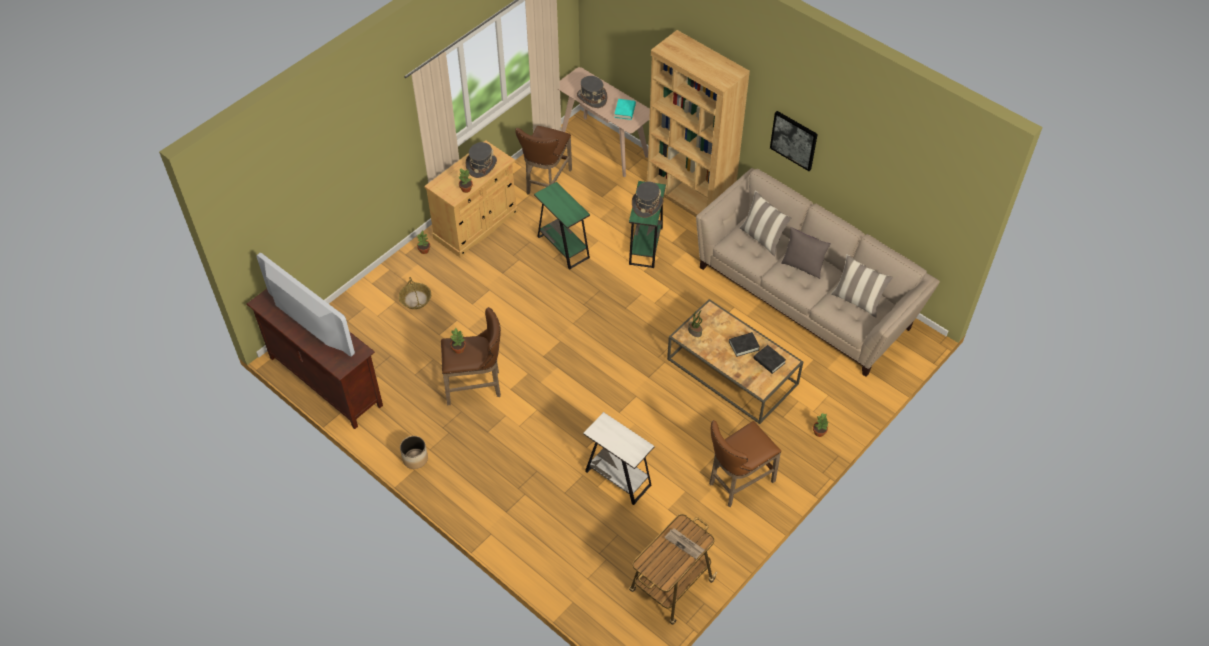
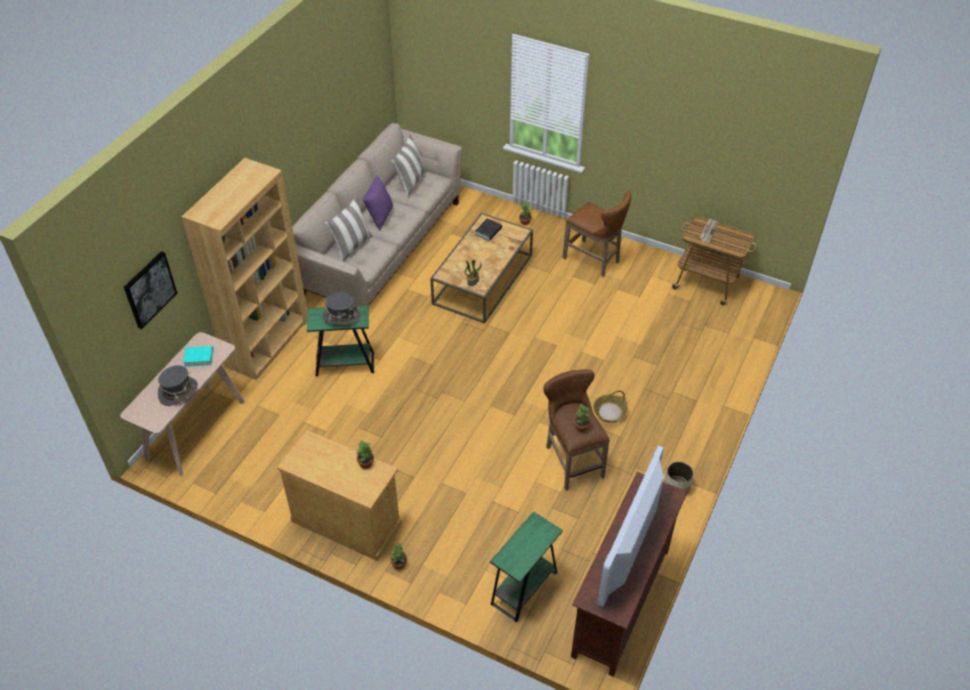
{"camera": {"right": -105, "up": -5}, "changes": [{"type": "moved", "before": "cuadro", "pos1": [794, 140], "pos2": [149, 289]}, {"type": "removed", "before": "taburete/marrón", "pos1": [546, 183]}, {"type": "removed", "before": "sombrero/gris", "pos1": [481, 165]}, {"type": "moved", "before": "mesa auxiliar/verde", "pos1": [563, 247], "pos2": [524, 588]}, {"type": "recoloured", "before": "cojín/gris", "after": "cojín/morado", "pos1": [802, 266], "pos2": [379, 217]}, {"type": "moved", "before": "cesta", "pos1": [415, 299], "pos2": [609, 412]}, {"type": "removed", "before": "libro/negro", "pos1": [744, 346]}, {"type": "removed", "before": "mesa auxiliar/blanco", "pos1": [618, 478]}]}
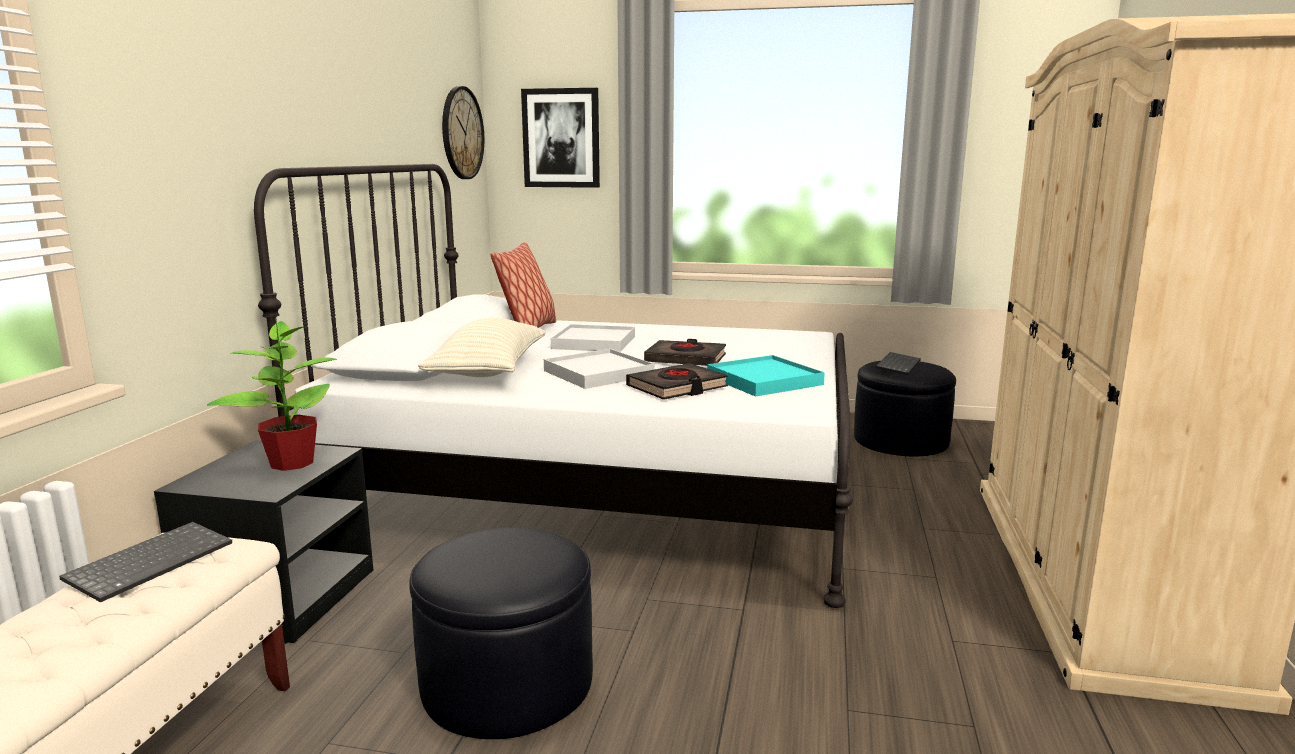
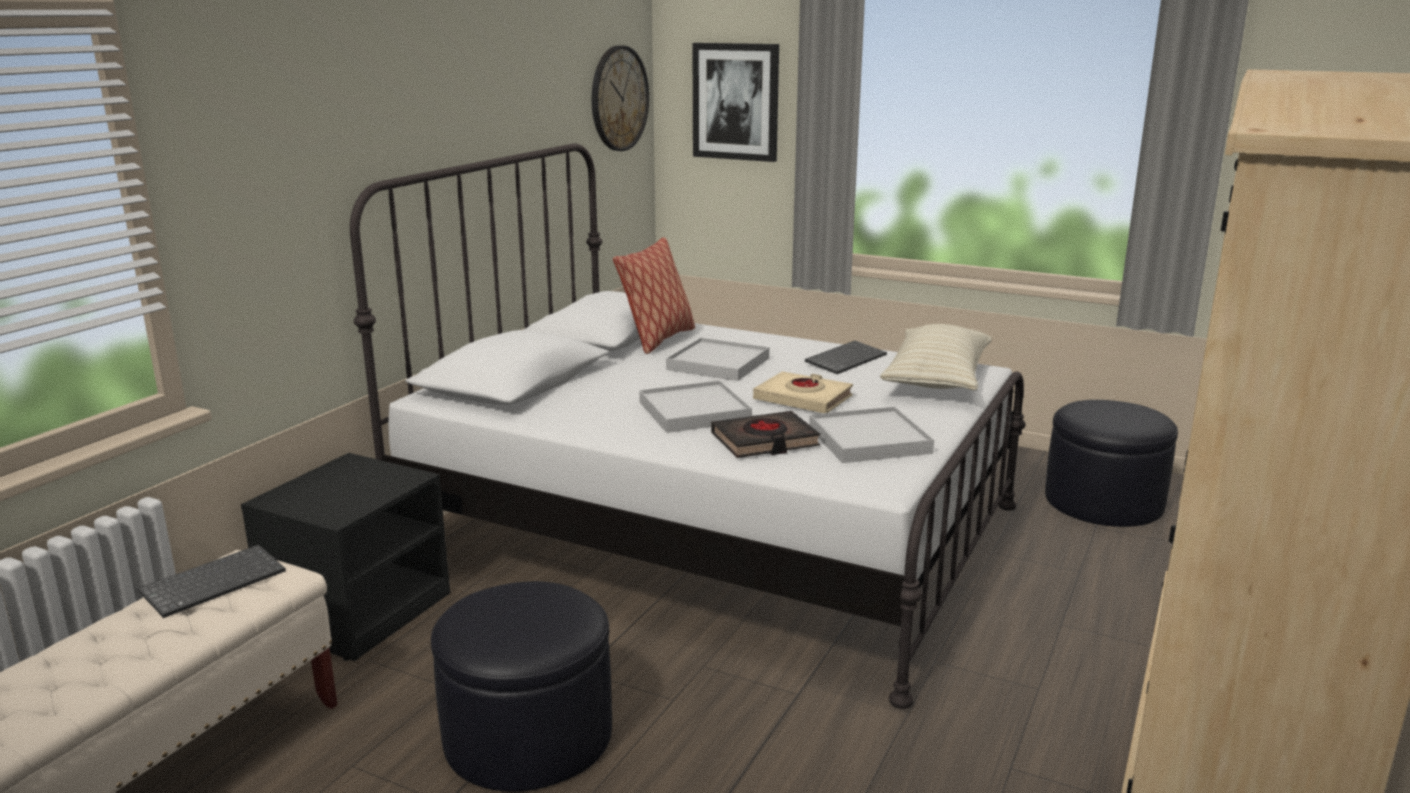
{"camera": {"right": 15, "up": 5}, "changes": [{"type": "removed", "before": "planta en maceta", "pos1": [291, 462]}, {"type": "moved", "before": "cojín/beis", "pos1": [488, 371], "pos2": [937, 380]}, {"type": "recoloured", "before": "libro/negro", "after": "libro/beis", "pos1": [686, 359], "pos2": [803, 399]}, {"type": "moved", "before": "teclado", "pos1": [897, 365], "pos2": [845, 359]}, {"type": "recoloured", "before": "bandeja/turquesa", "after": "bandeja/blanco", "pos1": [764, 380], "pos2": [868, 440]}]}
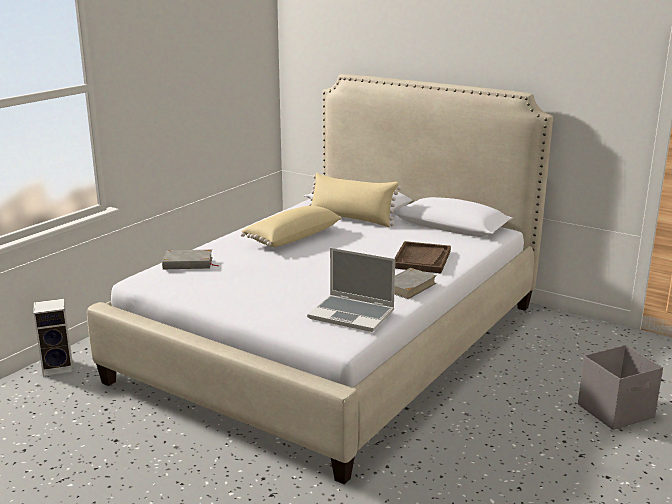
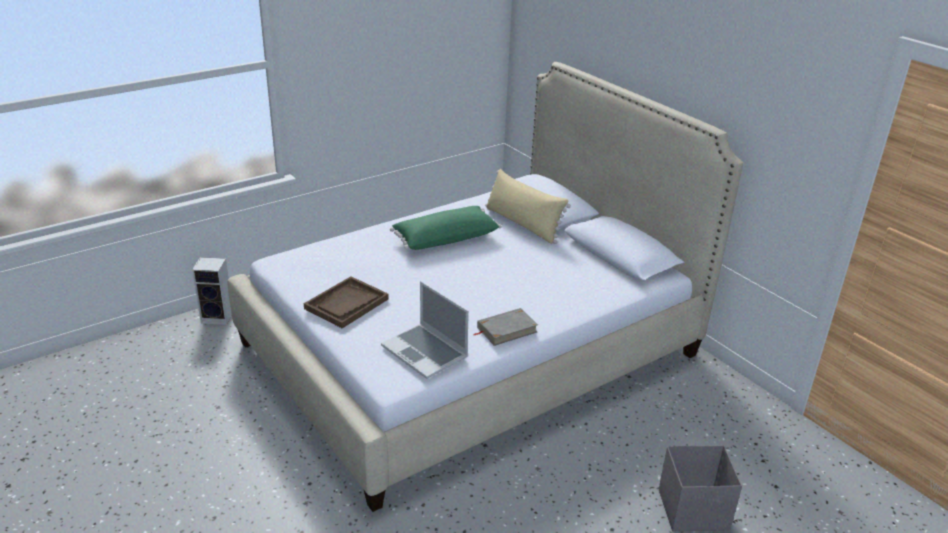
{"camera": {"right": 20, "up": 10}, "changes": [{"type": "recoloured", "before": "cojín/beis", "after": "cojín/verde", "pos1": [291, 237], "pos2": [445, 238]}, {"type": "moved", "before": "bandeja/marrón", "pos1": [422, 259], "pos2": [346, 304]}, {"type": "removed", "before": "libro/gris", "pos1": [188, 263]}]}
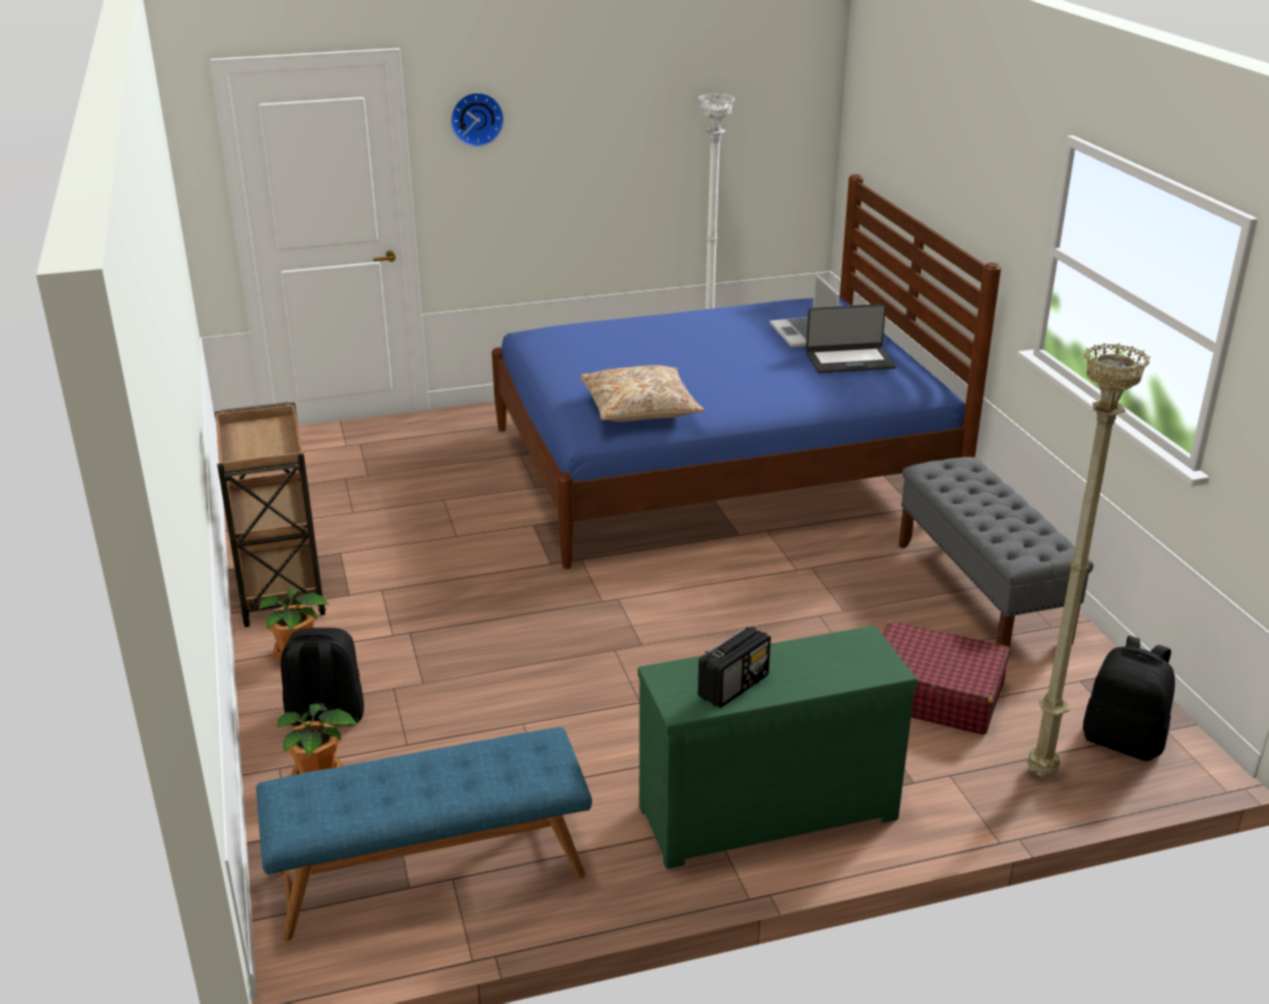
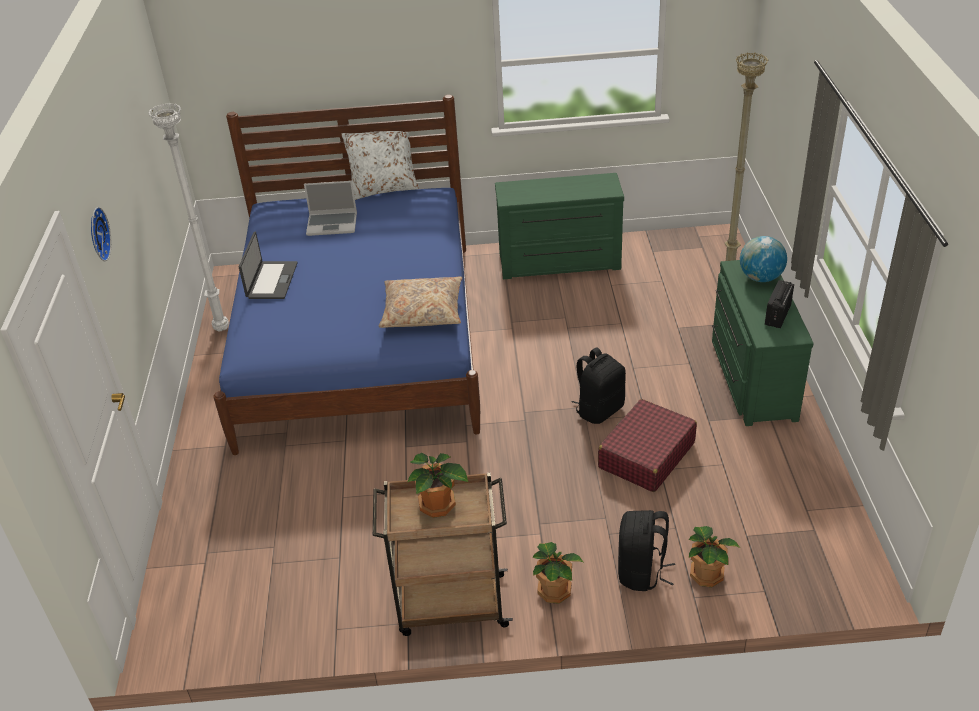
{"camera": {"right": -75, "up": 10}, "changes": [{"type": "moved", "before": "portátil", "pos1": [849, 360], "pos2": [271, 281]}, {"type": "replaced", "before": "banco/gris", "after": "cómoda/verde", "pos1": [981, 592], "pos2": [560, 263]}, {"type": "moved", "before": "maleta/rojo", "pos1": [932, 694], "pos2": [646, 455]}, {"type": "turned", "before": "radio", "pos1": [734, 686], "pos2": [777, 315], "turn": -120}, {"type": "moved", "before": "mochila/negro", "pos1": [1123, 741], "pos2": [599, 409]}, {"type": "removed", "before": "banco/azul", "pos1": [430, 874]}, {"type": "added", "after": "cojín/blanco", "pos2": [384, 189]}, {"type": "added", "after": "globo terráqueo", "pos2": [760, 277]}, {"type": "added", "after": "planta en maceta", "pos2": [438, 506]}]}
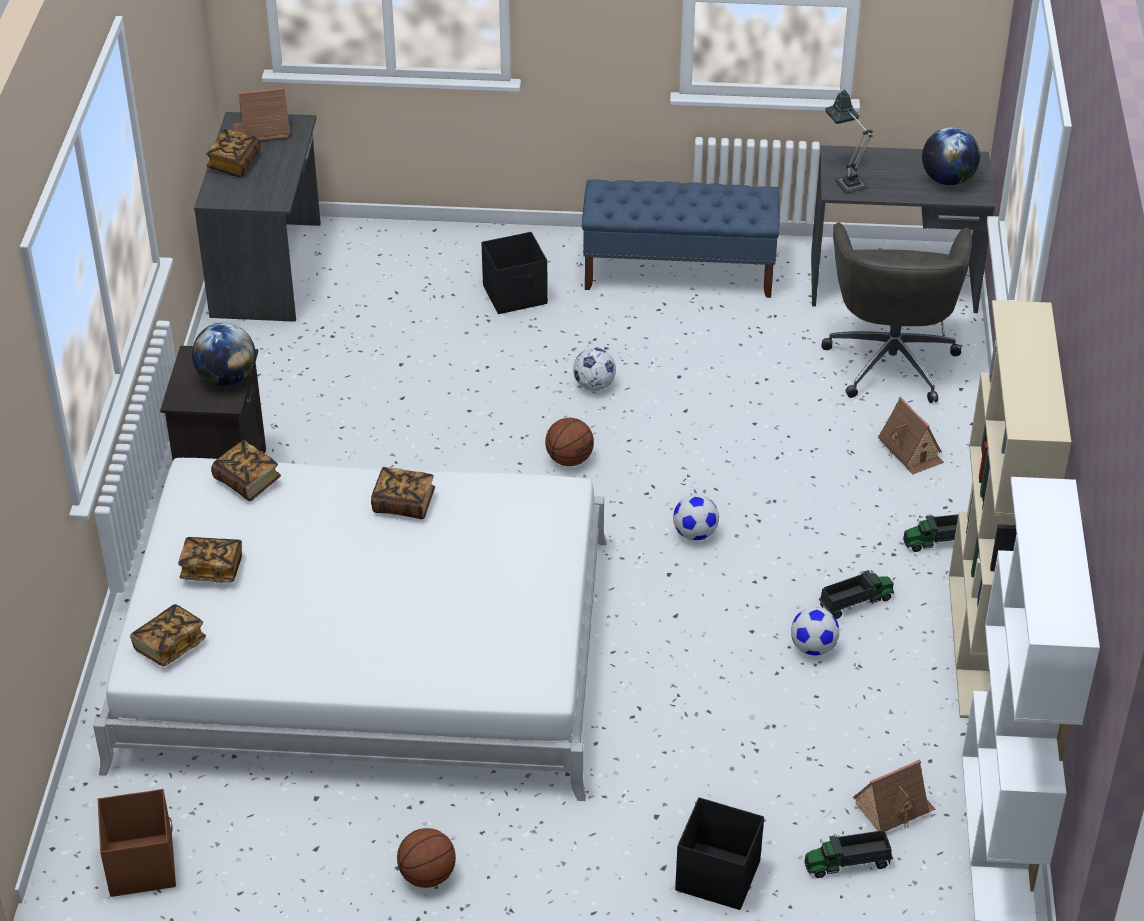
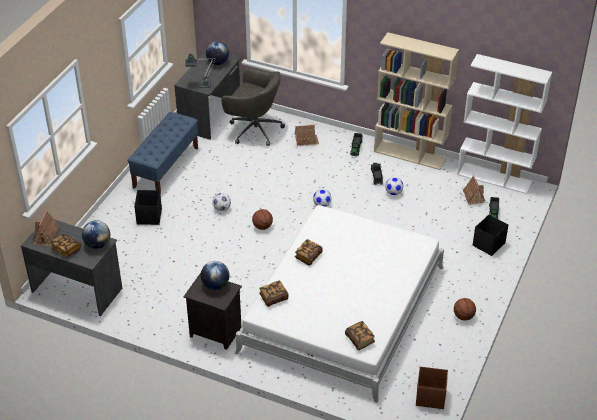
{"camera": {"right": -70, "up": 0}, "changes": [{"type": "removed", "before": "libro", "pos1": [212, 569]}, {"type": "added", "after": "globo terráqueo", "pos2": [97, 244]}]}
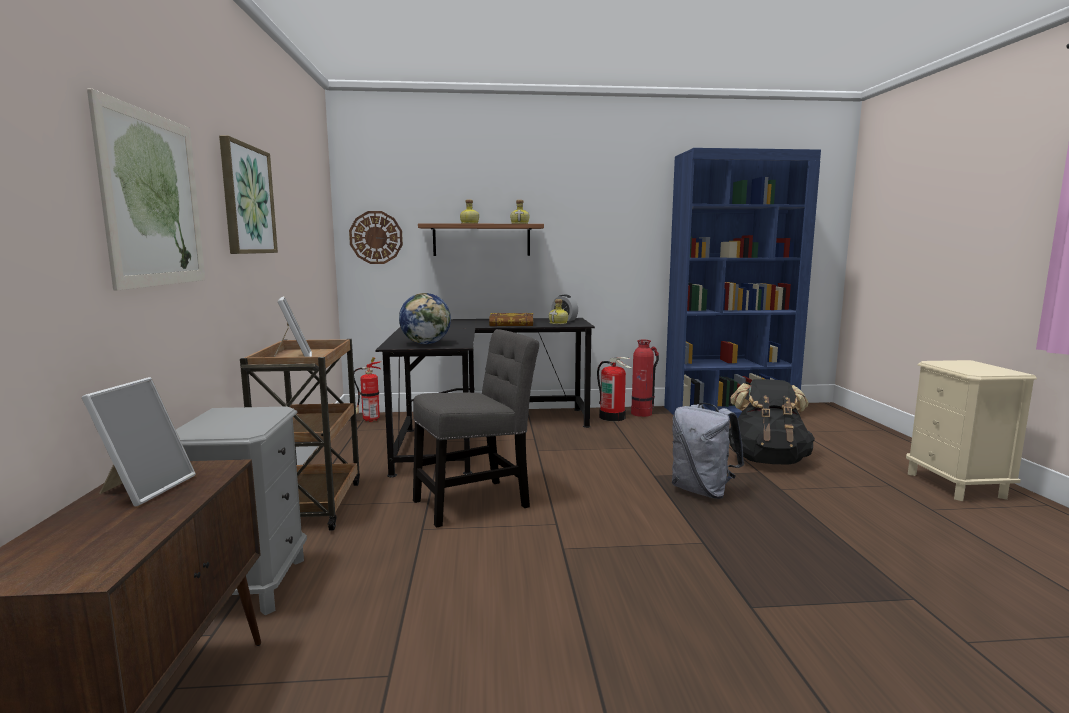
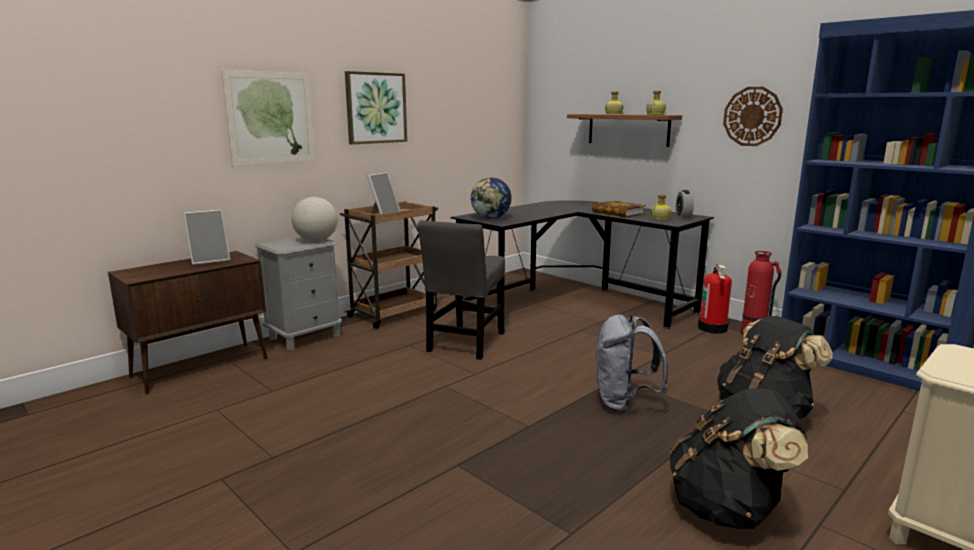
{"camera": {"right": 50, "up": 5}, "changes": [{"type": "moved", "before": "reloj de pared", "pos1": [376, 237], "pos2": [752, 116]}, {"type": "turned", "before": "silla/gris", "pos1": [476, 502], "pos2": [465, 344], "turn": 90}, {"type": "removed", "before": "extintor", "pos1": [369, 420]}, {"type": "added", "after": "globo terráqueo", "pos2": [316, 240]}, {"type": "added", "after": "mochila/negro", "pos2": [728, 509]}]}
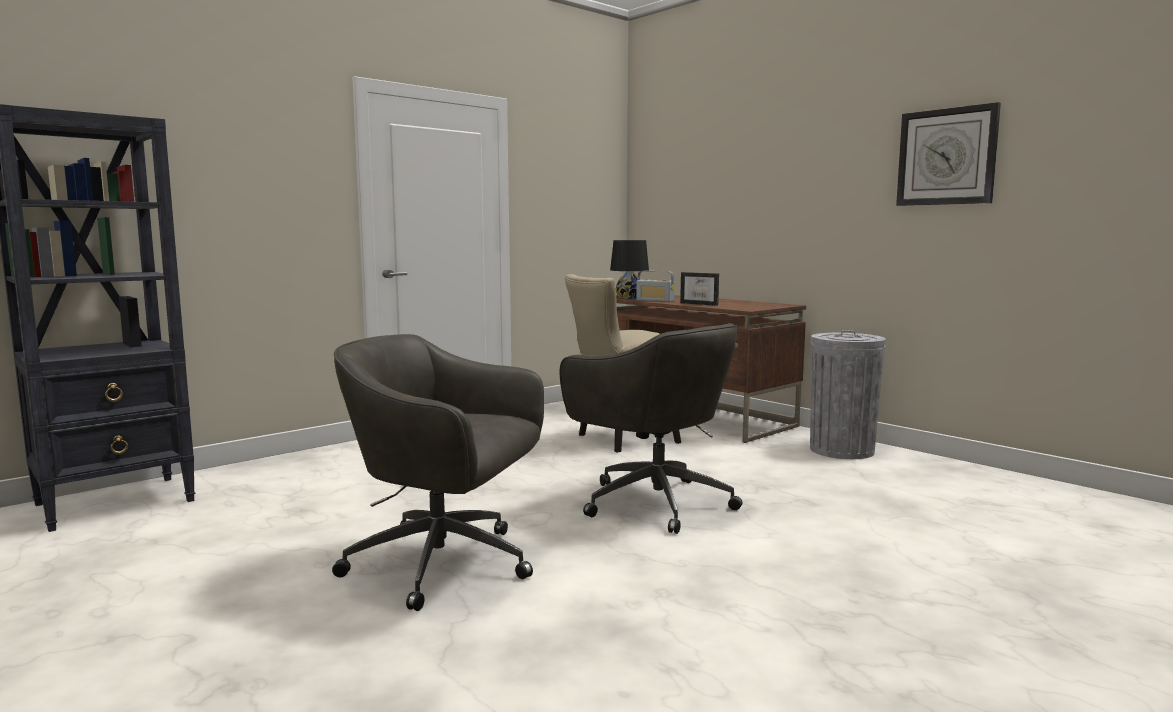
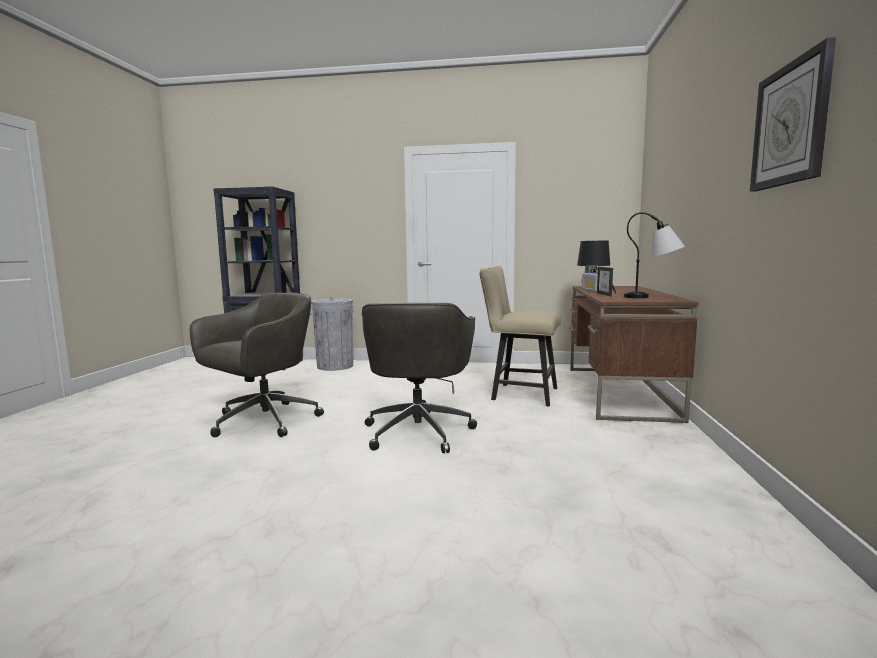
{"camera": {"right": 50, "up": 0}, "changes": [{"type": "moved", "before": "papelera/gris", "pos1": [841, 450], "pos2": [335, 366]}, {"type": "turned", "before": "silla de oficina/gris", "pos1": [445, 565], "pos2": [262, 421], "turn": 60}, {"type": "added", "after": "lámpara de mesa", "pos2": [653, 297]}]}
